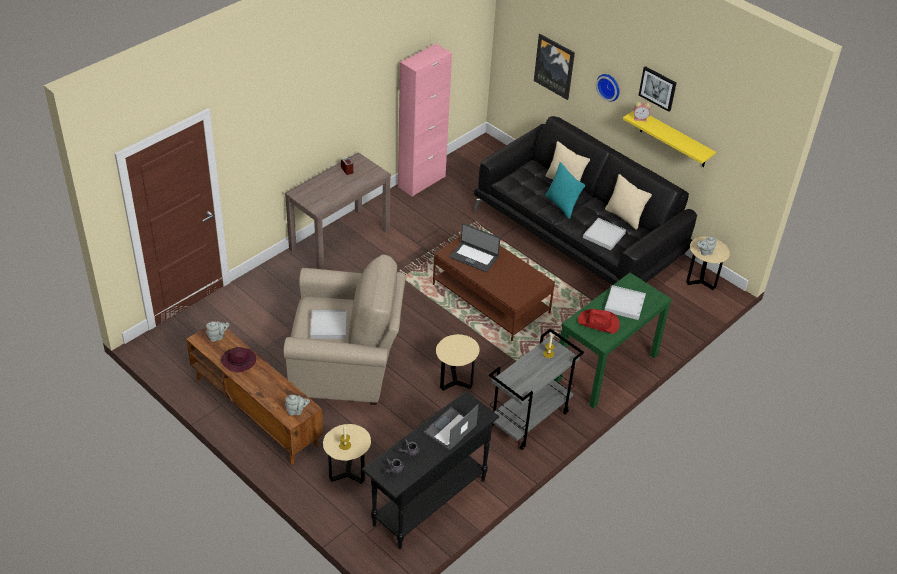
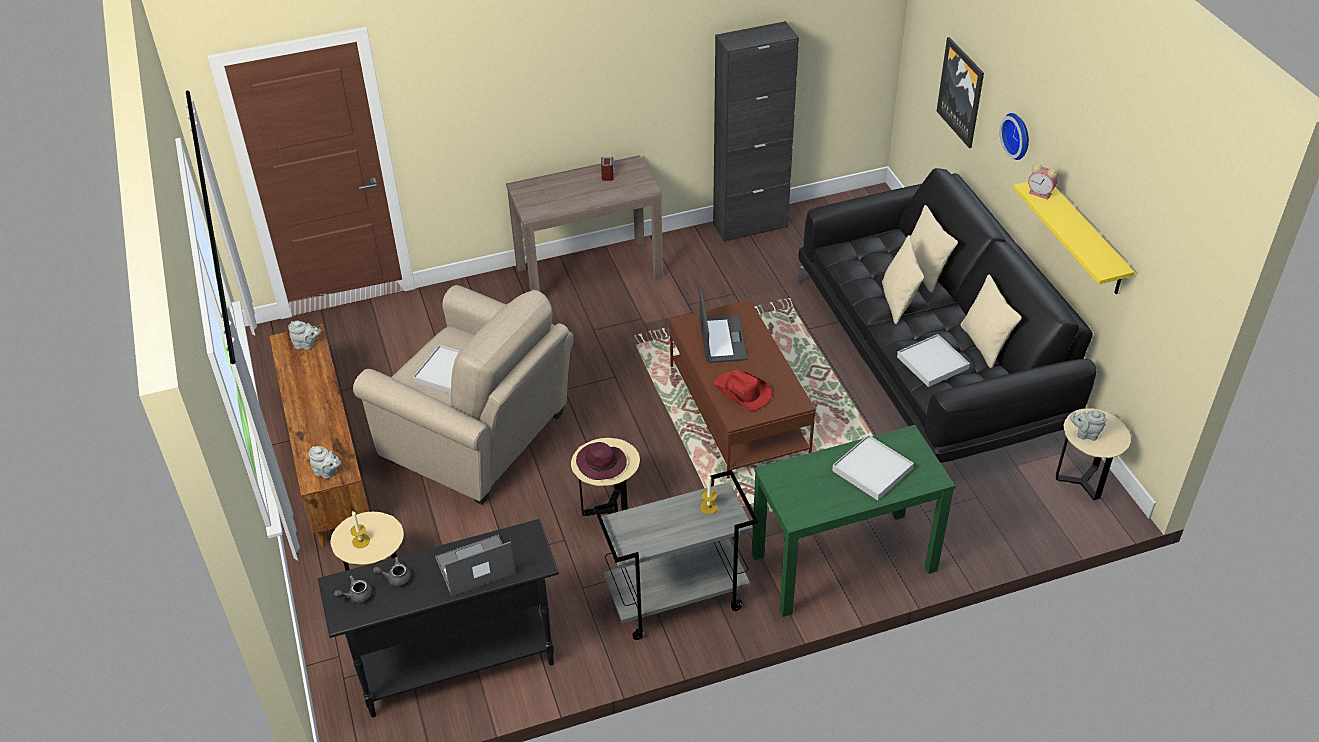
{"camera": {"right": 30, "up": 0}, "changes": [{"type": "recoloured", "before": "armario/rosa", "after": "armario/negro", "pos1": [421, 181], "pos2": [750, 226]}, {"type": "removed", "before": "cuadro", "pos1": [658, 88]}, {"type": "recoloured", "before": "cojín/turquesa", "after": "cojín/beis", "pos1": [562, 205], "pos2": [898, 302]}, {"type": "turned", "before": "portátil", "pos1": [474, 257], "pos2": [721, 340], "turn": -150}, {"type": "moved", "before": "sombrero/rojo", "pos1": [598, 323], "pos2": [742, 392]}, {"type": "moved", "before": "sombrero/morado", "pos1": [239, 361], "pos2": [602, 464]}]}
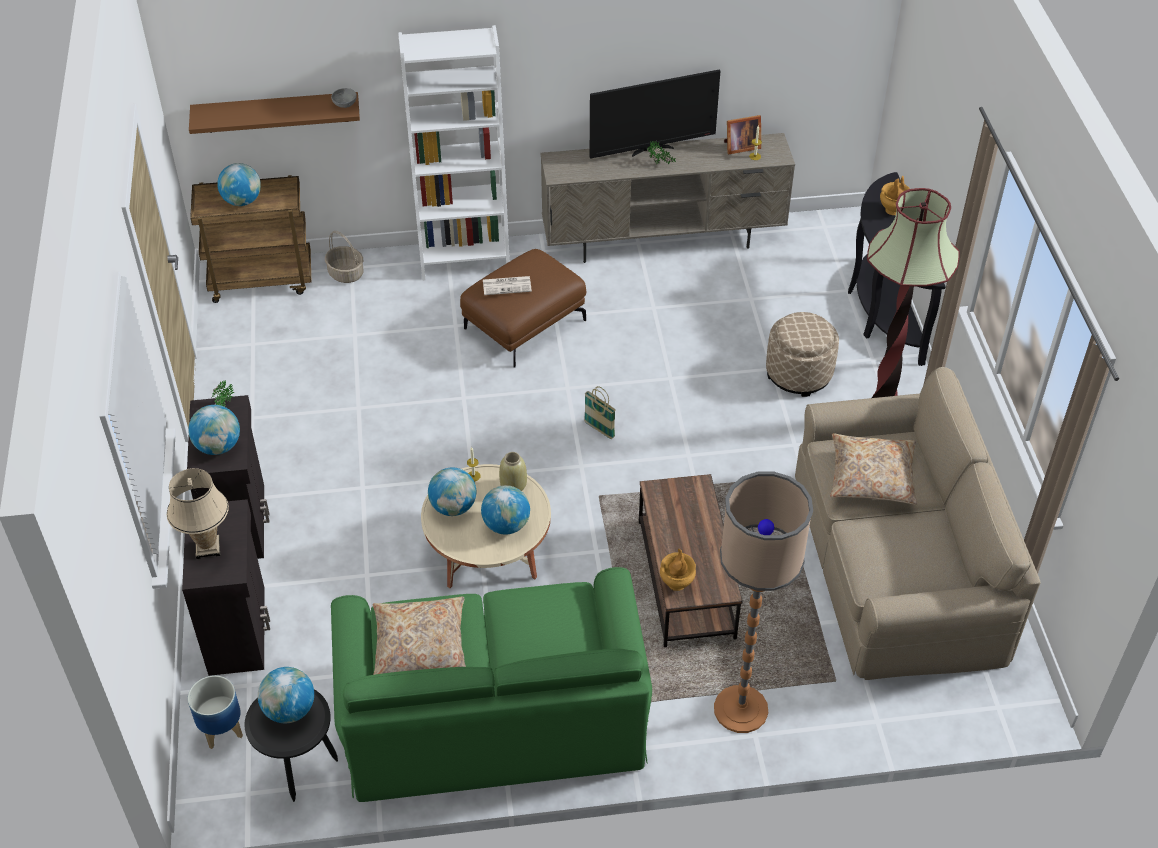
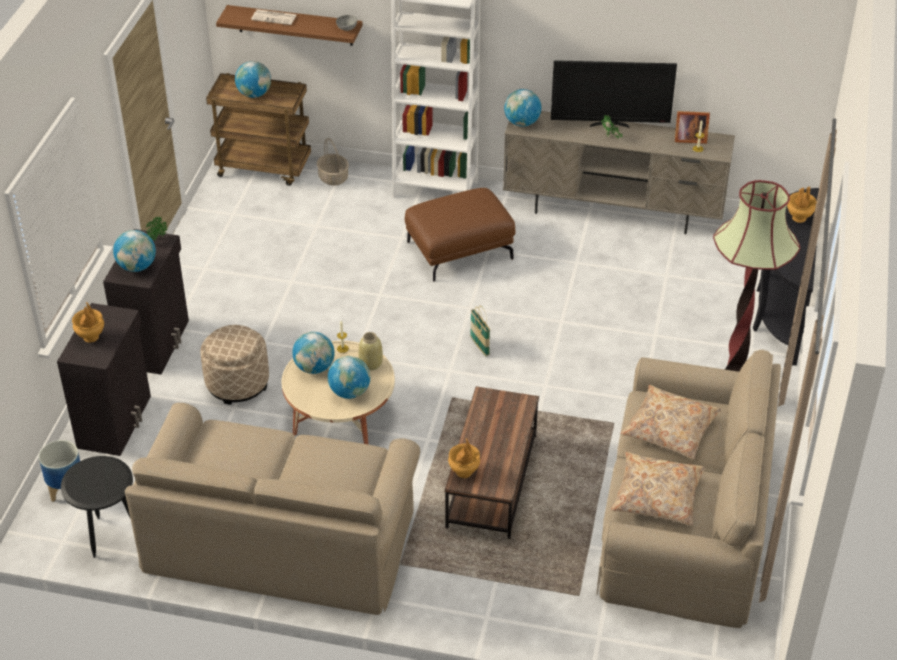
{"camera": {"right": 20, "up": -5}, "changes": [{"type": "moved", "before": "periódico", "pos1": [507, 285], "pos2": [274, 17]}, {"type": "moved", "before": "puf/beis", "pos1": [799, 373], "pos2": [237, 383]}, {"type": "replaced", "before": "lámpara de mesa/beis", "after": "florero/marrón", "pos1": [208, 548], "pos2": [91, 337]}, {"type": "removed", "before": "lámpara de pie", "pos1": [740, 709]}, {"type": "recoloured", "before": "sofá/verde", "after": "sofá/beis", "pos1": [492, 712], "pos2": [280, 537]}, {"type": "moved", "before": "cojín/beis", "pos1": [420, 646], "pos2": [657, 496]}, {"type": "moved", "before": "globo terráqueo", "pos1": [289, 710], "pos2": [522, 123]}]}
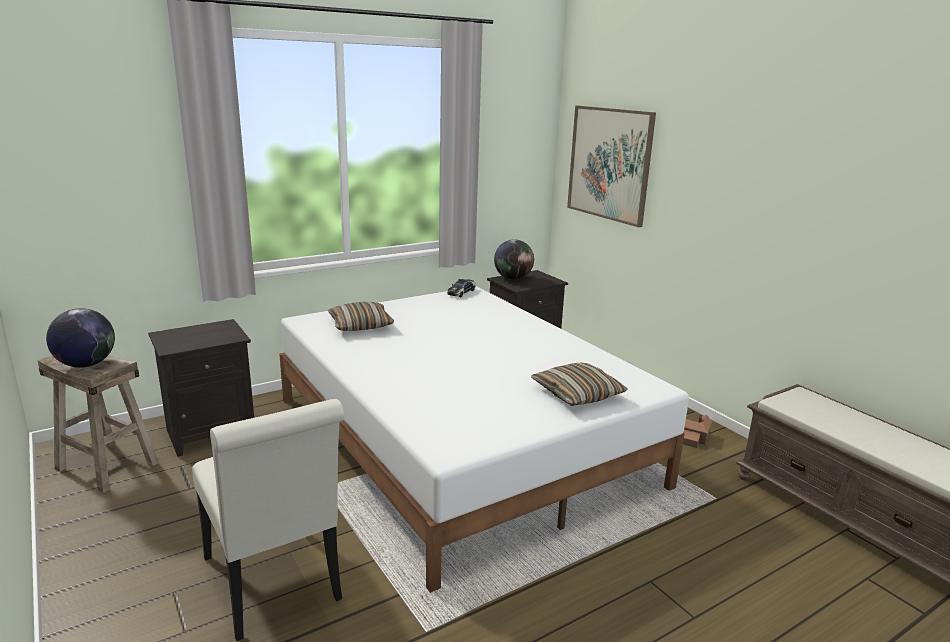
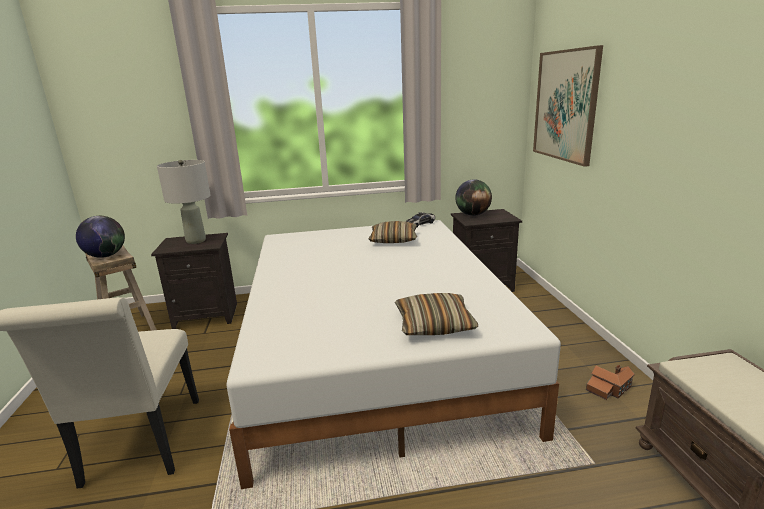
{"camera": {"right": 25, "up": 0}, "changes": [{"type": "moved", "before": "cojín", "pos1": [360, 325], "pos2": [393, 239]}, {"type": "added", "after": "lámpara de mesa/gris", "pos2": [195, 241]}]}
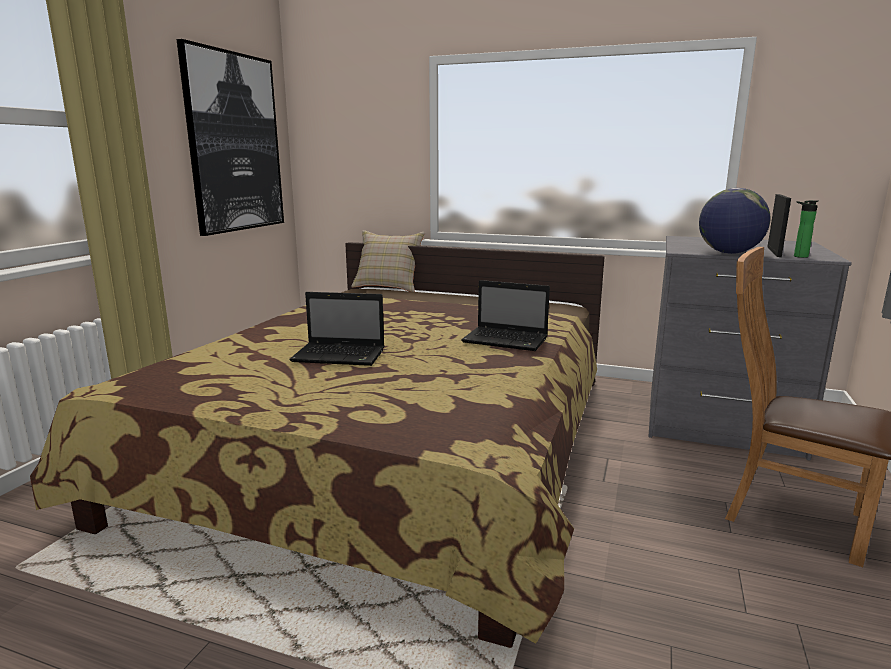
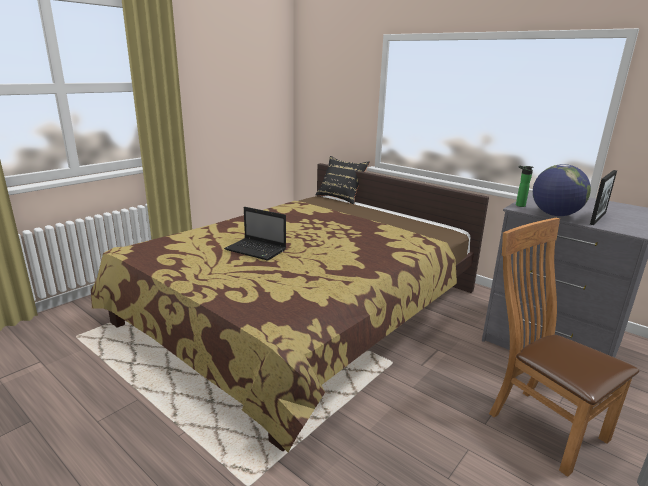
{"camera": {"right": 20, "up": 5}, "changes": [{"type": "removed", "before": "cuadro", "pos1": [235, 143]}, {"type": "moved", "before": "botella", "pos1": [798, 256], "pos2": [518, 205]}, {"type": "recoloured", "before": "cojín/beis", "after": "cojín/negro", "pos1": [388, 286], "pos2": [341, 197]}, {"type": "removed", "before": "portátil", "pos1": [507, 340]}]}
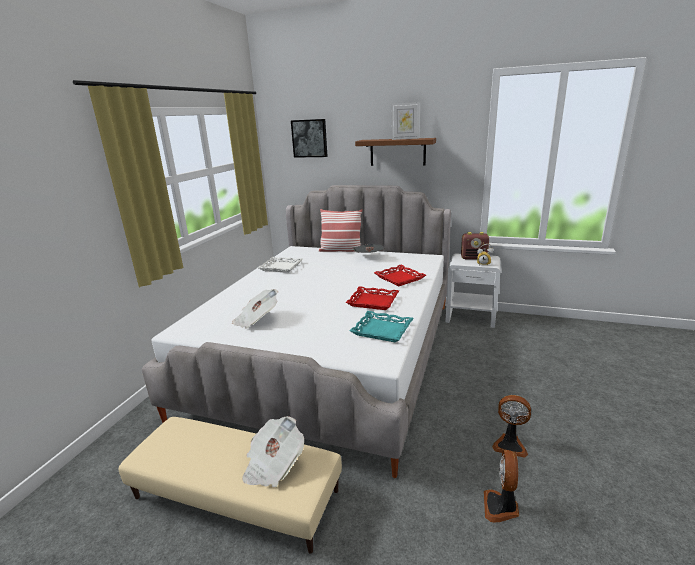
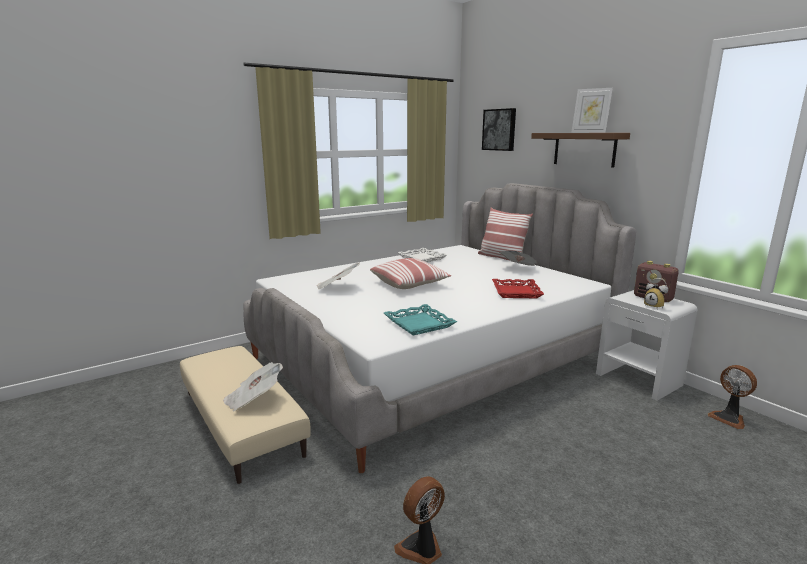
{"camera": {"right": 35, "up": -5}, "changes": [{"type": "removed", "before": "bandeja/rojo", "pos1": [373, 302]}, {"type": "moved", "before": "ventilador", "pos1": [509, 445], "pos2": [729, 418]}, {"type": "added", "after": "cojín", "pos2": [410, 284]}]}
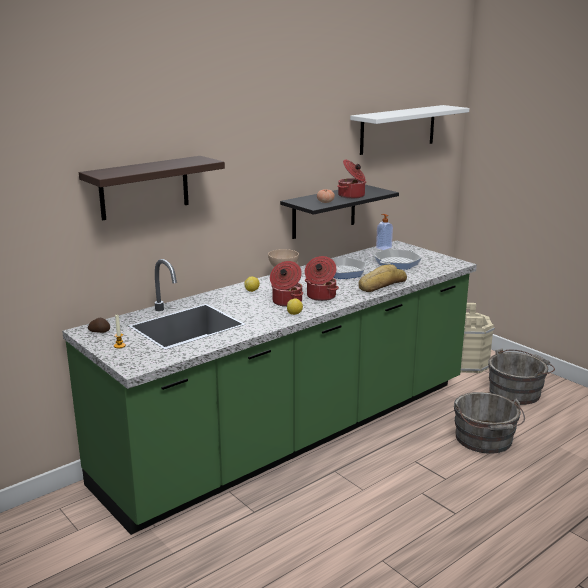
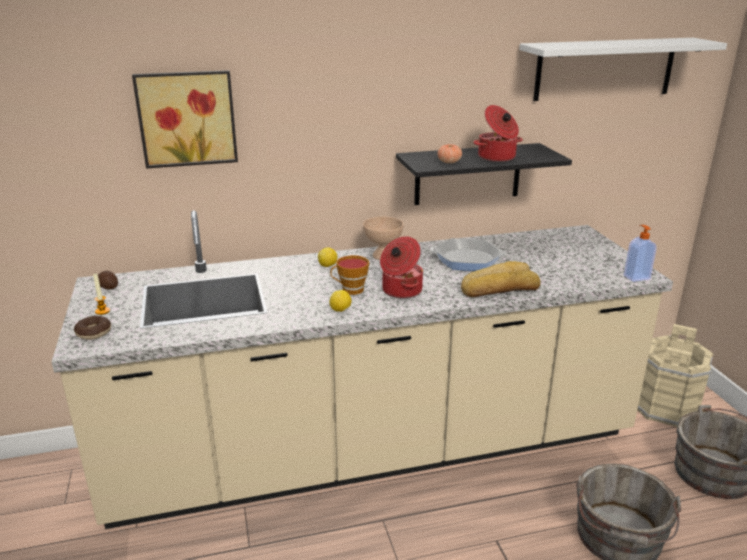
{"camera": {"right": 25, "up": 5}, "changes": [{"type": "replaced", "before": "estante", "after": "cuadro", "pos1": [144, 187], "pos2": [187, 118]}, {"type": "moved", "before": "dispensador de jabón", "pos1": [383, 247], "pos2": [636, 277]}, {"type": "recoloured", "before": "mueble bajo de cocina/verde", "after": "mueble bajo de cocina/beis", "pos1": [294, 433], "pos2": [373, 449]}, {"type": "removed", "before": "sartén", "pos1": [397, 263]}, {"type": "replaced", "before": "olla", "after": "taza", "pos1": [286, 302], "pos2": [350, 290]}, {"type": "added", "after": "rosquilla", "pos2": [93, 333]}]}
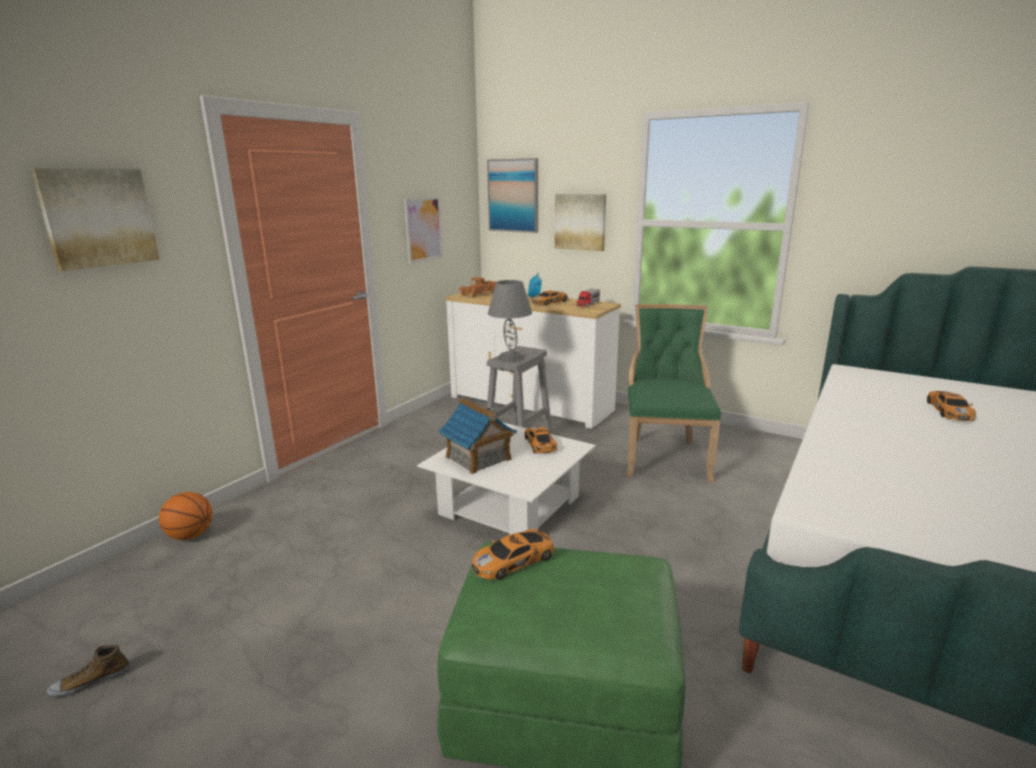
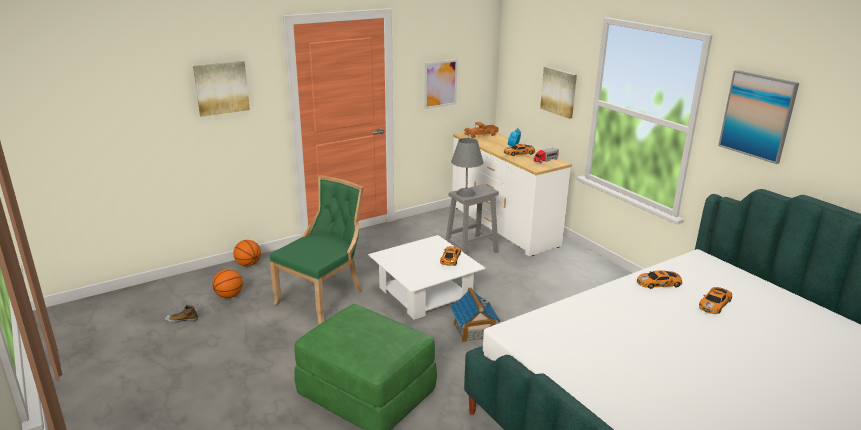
{"camera": {"right": 25, "up": 5}, "changes": [{"type": "moved", "before": "cuadro", "pos1": [513, 195], "pos2": [757, 116]}, {"type": "moved", "before": "silla/verde", "pos1": [665, 457], "pos2": [323, 297]}, {"type": "moved", "before": "casita", "pos1": [478, 458], "pos2": [473, 331]}, {"type": "moved", "before": "coche de juguete", "pos1": [515, 560], "pos2": [659, 283]}, {"type": "added", "after": "balón de baloncesto", "pos2": [229, 296]}]}
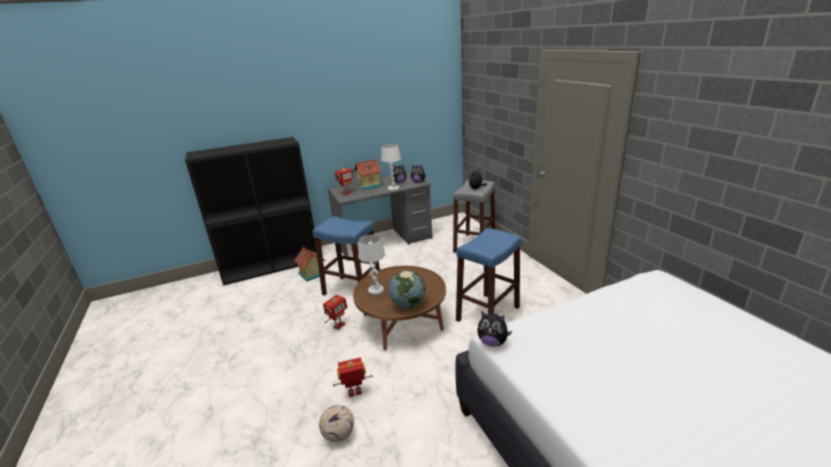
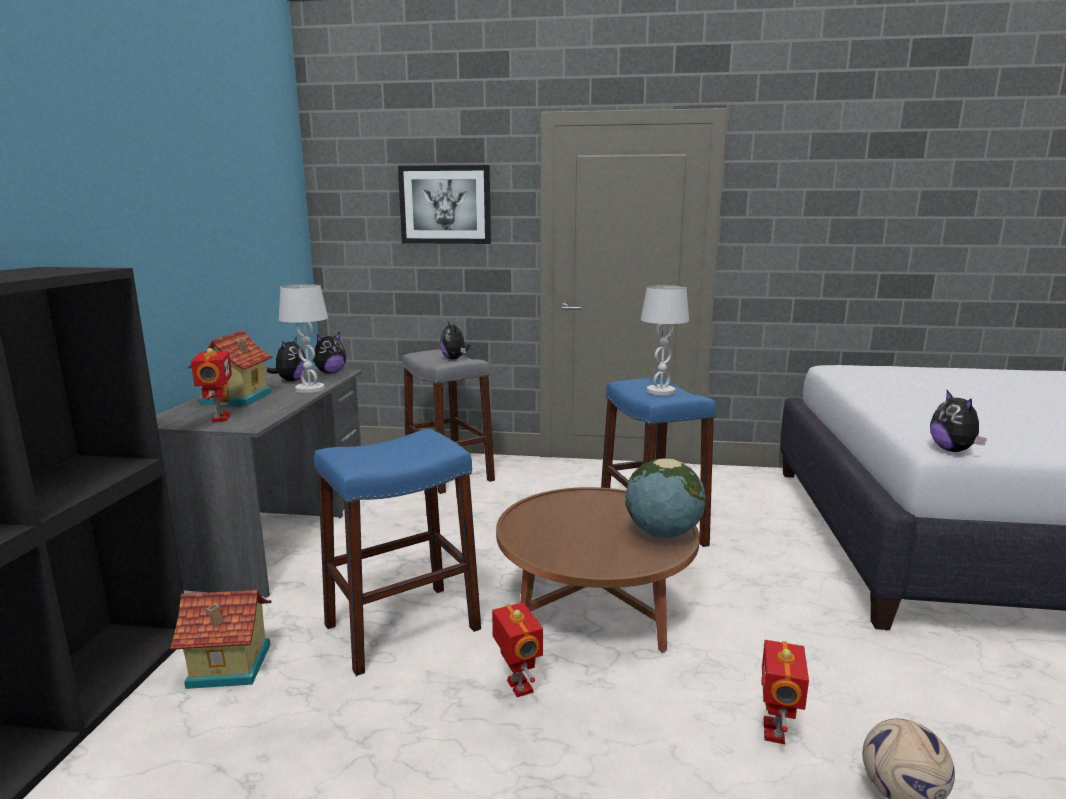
{"camera": {"right": -60, "up": -10}, "changes": [{"type": "moved", "before": "lámpara de mesa/blanco", "pos1": [376, 290], "pos2": [661, 391]}, {"type": "turned", "before": "peluche", "pos1": [492, 342], "pos2": [953, 450], "turn": 120}, {"type": "added", "after": "cuadro", "pos2": [445, 205]}]}
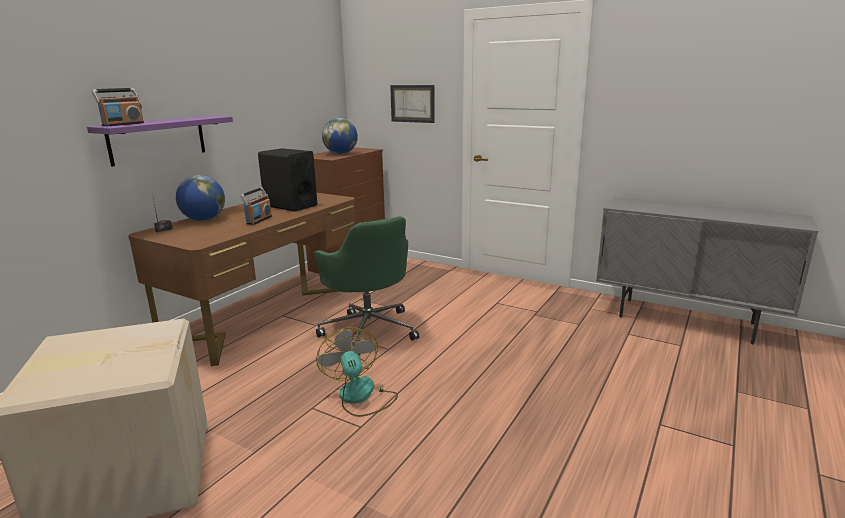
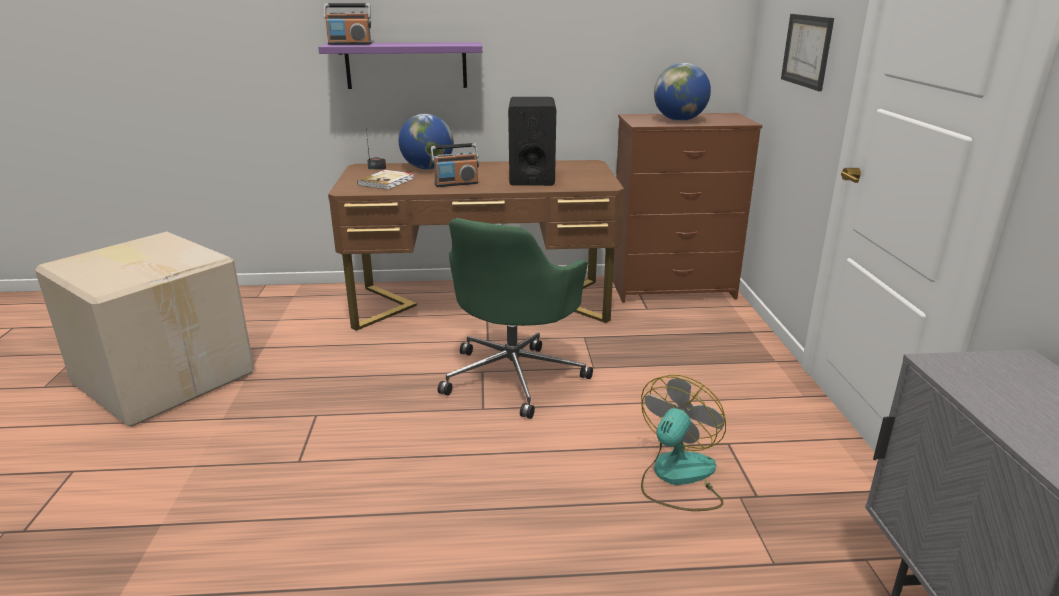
{"camera": {"right": 55, "up": 5}, "changes": [{"type": "moved", "before": "ventilador", "pos1": [360, 397], "pos2": [677, 477]}, {"type": "added", "after": "libro", "pos2": [387, 182]}]}
